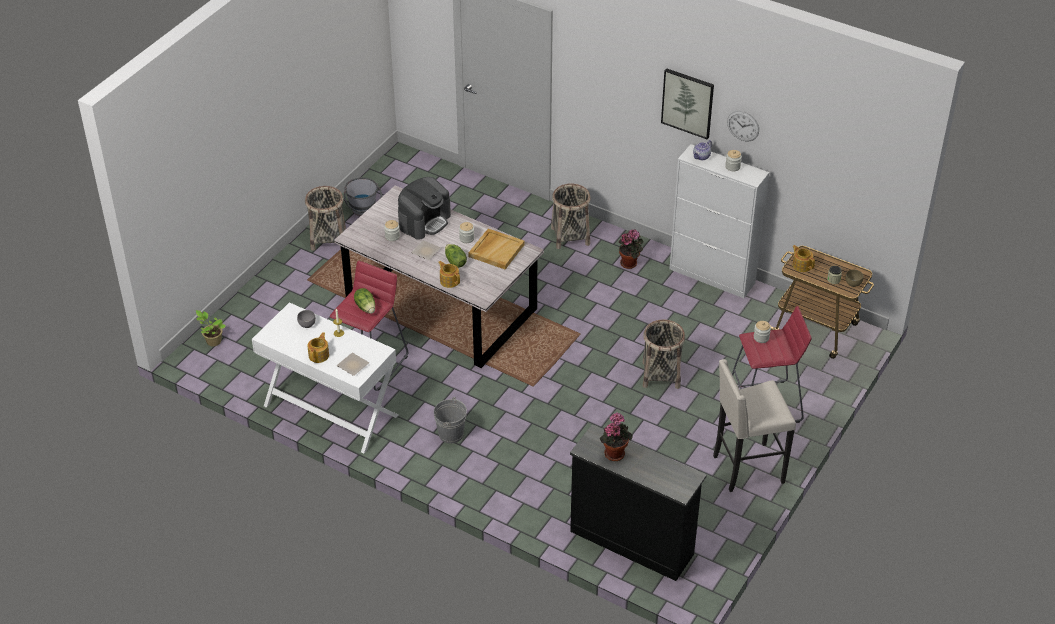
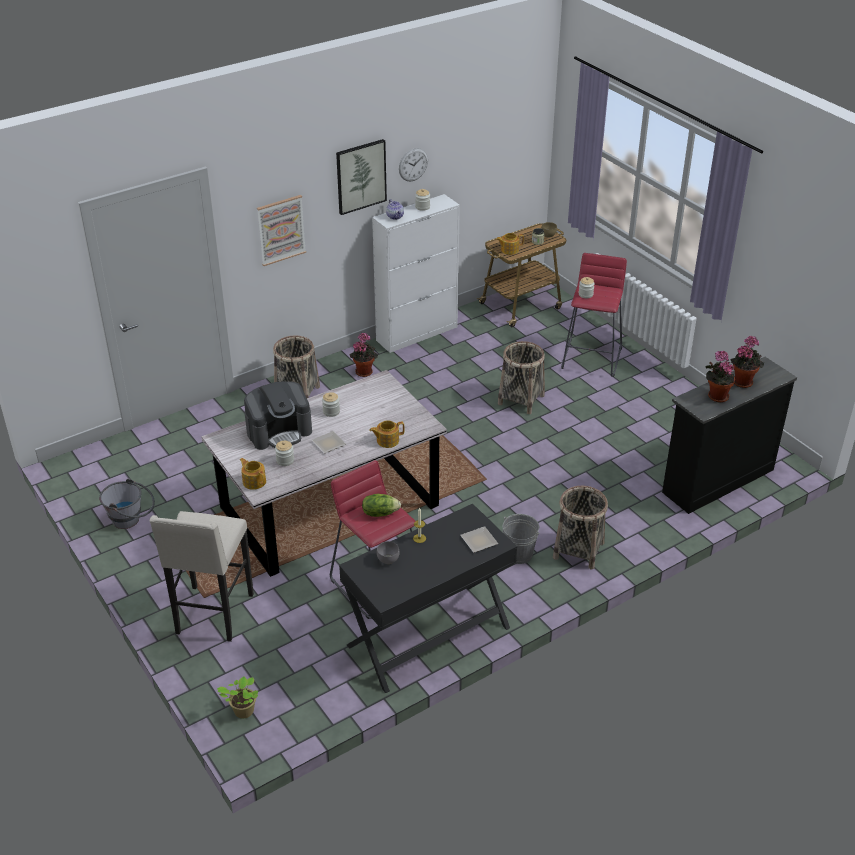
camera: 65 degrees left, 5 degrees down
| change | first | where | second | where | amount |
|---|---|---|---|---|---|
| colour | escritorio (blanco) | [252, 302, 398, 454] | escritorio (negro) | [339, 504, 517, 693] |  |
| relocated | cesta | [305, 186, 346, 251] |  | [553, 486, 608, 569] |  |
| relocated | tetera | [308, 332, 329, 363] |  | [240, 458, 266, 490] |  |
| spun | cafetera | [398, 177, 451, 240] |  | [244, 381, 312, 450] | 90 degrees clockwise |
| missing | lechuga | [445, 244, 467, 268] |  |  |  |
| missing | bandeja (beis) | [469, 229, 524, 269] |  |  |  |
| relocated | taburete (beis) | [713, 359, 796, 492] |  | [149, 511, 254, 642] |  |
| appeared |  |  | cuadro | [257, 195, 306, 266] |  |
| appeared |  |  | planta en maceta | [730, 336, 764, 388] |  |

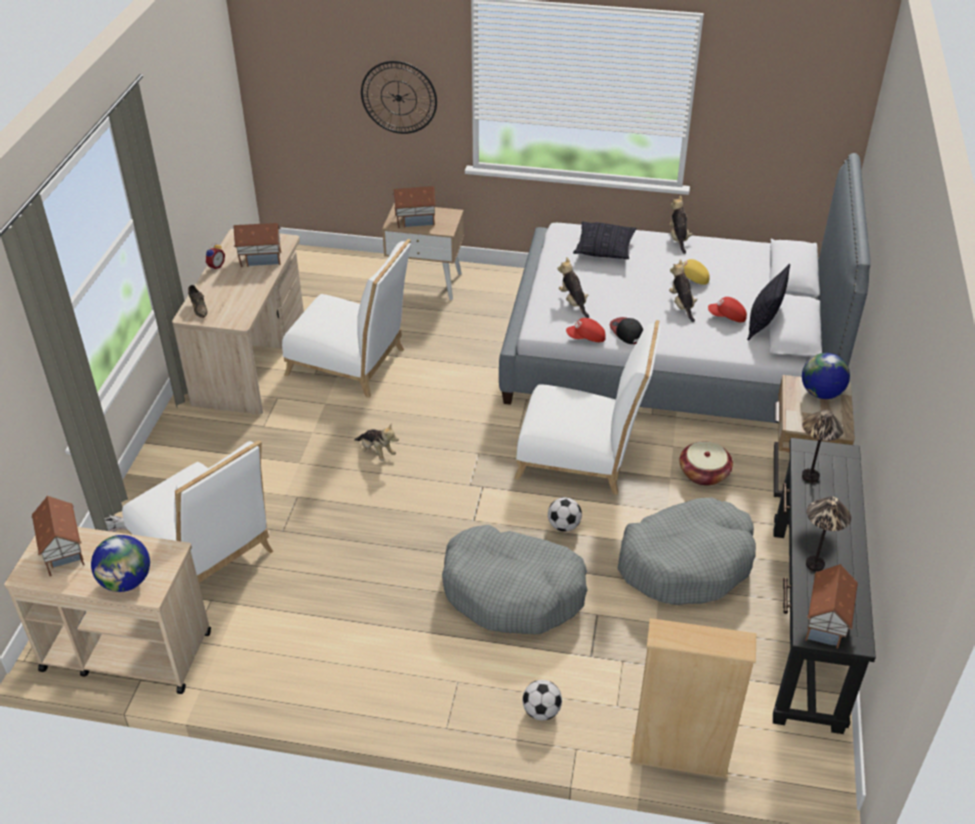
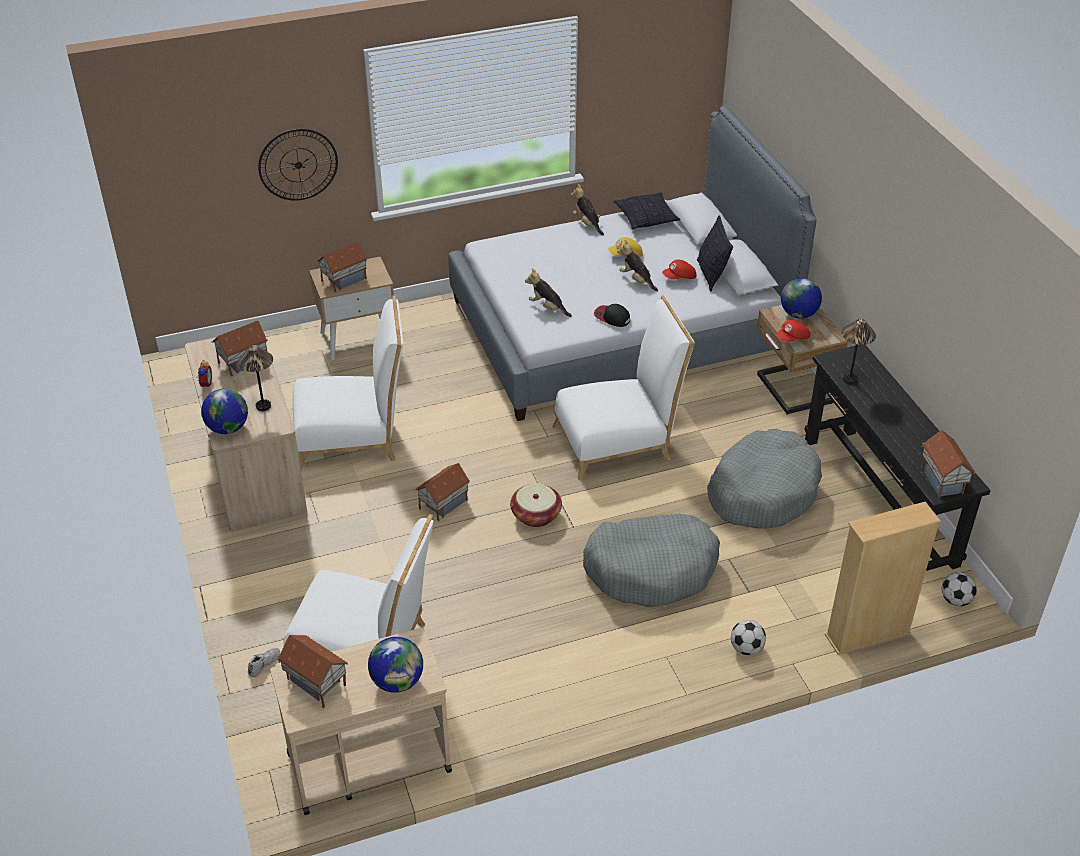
camera: 30 degrees left, 0 degrees up
| change | first | where | second | where | amount |
|---|---|---|---|---|---|
| exchanged | zapato (marrón) | [188, 285, 208, 318] | globo terráqueo | [201, 389, 248, 434] |  |
| exchanged | peluche | [354, 424, 399, 461] | casita | [415, 463, 470, 521] |  |
| relocated | balón de fútbol | [548, 497, 582, 532] |  | [942, 572, 977, 606] |  |
| relocated | gorra (rojo) | [566, 318, 606, 342] |  | [776, 320, 811, 342] |  |
| relocated | cojín | [573, 222, 637, 259] |  | [613, 192, 680, 229] |  |
| relocated | cesta | [679, 442, 733, 486] |  | [510, 483, 562, 527] |  |
| relocated | lámpara de mesa | [806, 496, 851, 572] |  | [238, 345, 273, 411] |  |

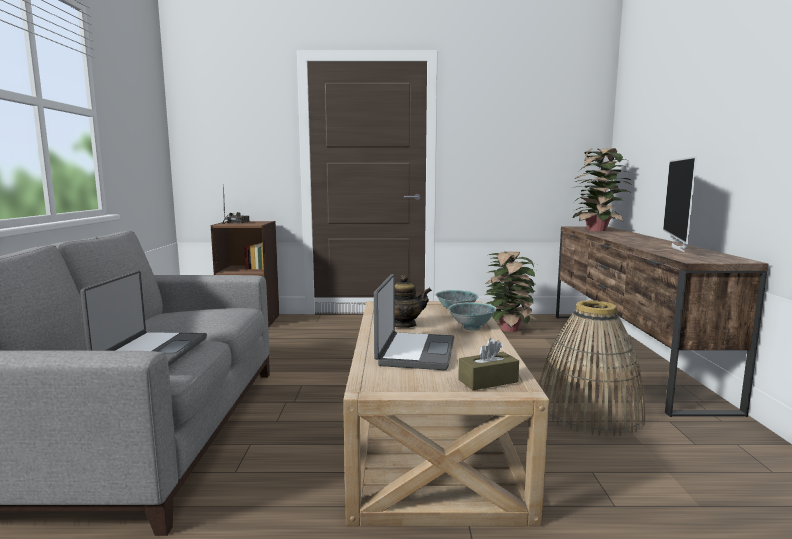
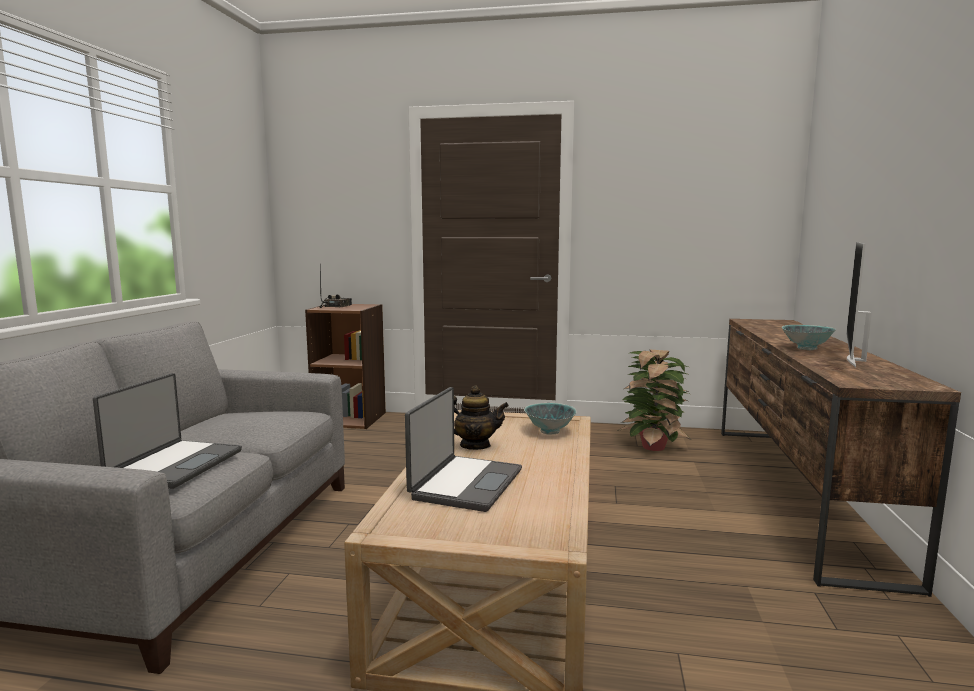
camera: 10 degrees right, 0 degrees up
| change | first | where | second | where | amount |
|---|---|---|---|---|---|
| relocated | cuenco | [448, 302, 497, 331] |  | [782, 325, 836, 350] |  |
| missing | caja de pañuelos (marrón) | [458, 338, 519, 390] |  |  |  |
| missing | cesta | [539, 300, 646, 436] |  |  |  |
| missing | planta en maceta | [573, 148, 633, 231] |  |  |  |

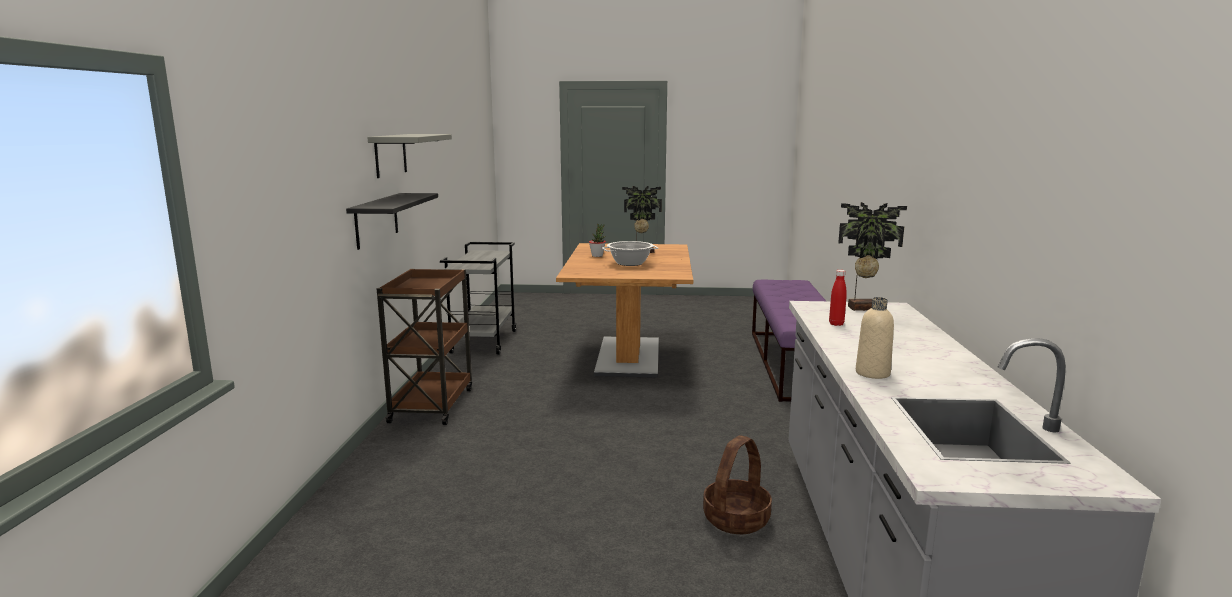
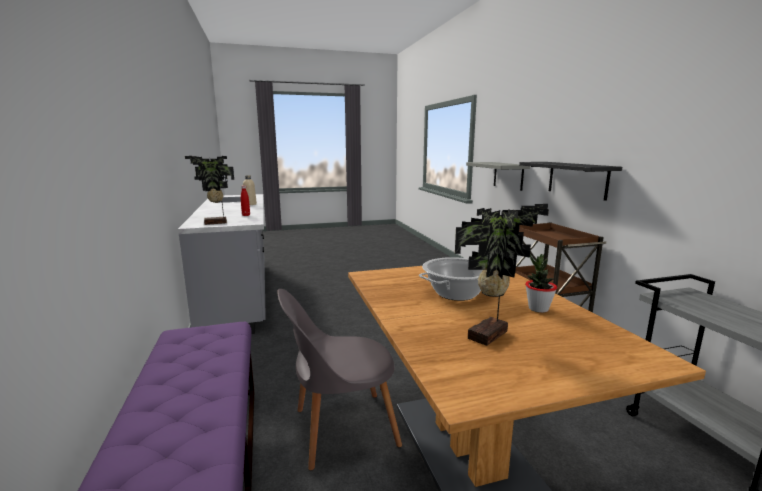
camera: 160 degrees right, 0 degrees up
| change | first | where | second | where | amount |
|---|---|---|---|---|---|
| relocated | estante (gris) | [367, 134, 452, 178] |  | [466, 162, 530, 191] |  |
| missing | cesta | [703, 435, 772, 534] |  |  |  |
| appeared |  |  | silla (gris) | [277, 289, 402, 470] |  |

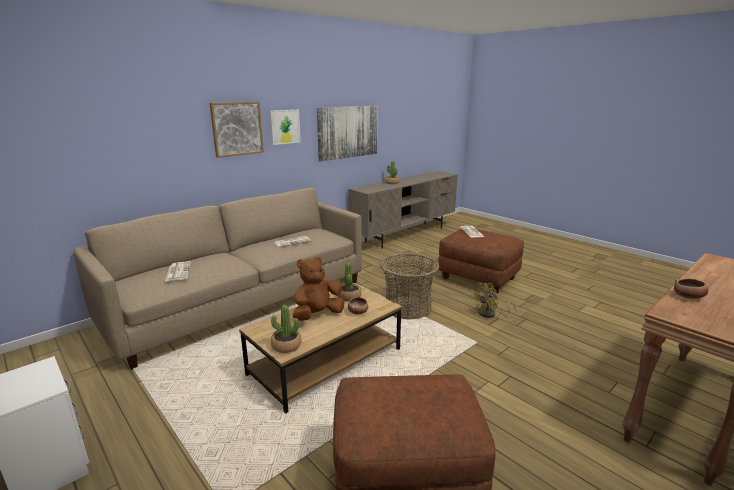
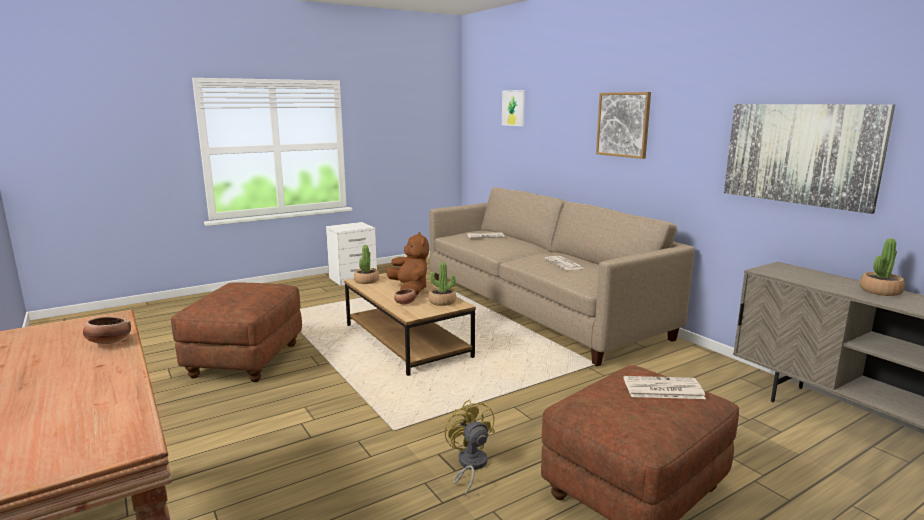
camera: 100 degrees right, 5 degrees down
| change | first | where | second | where | amount |
|---|---|---|---|---|---|
| relocated | cuadro | [270, 110, 301, 145] |  | [502, 90, 525, 126] |  |
| missing | cesta | [380, 253, 439, 319] |  |  |  |

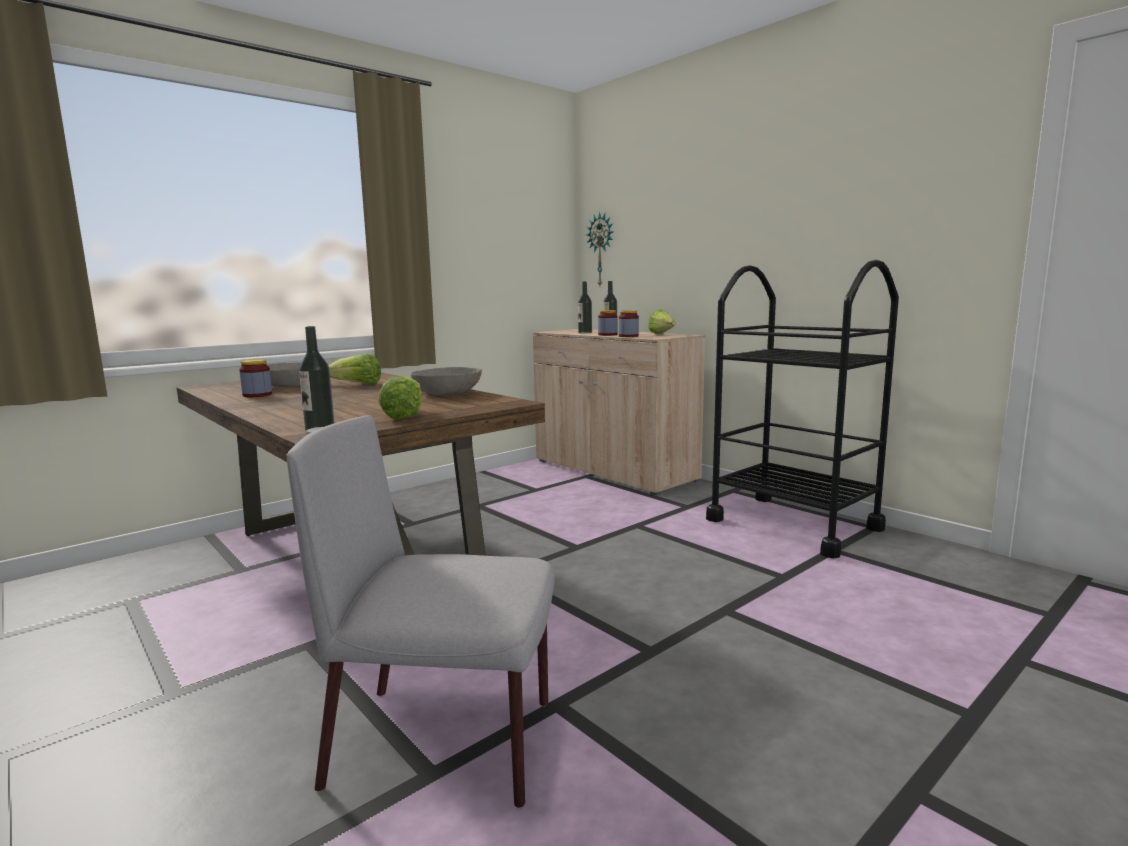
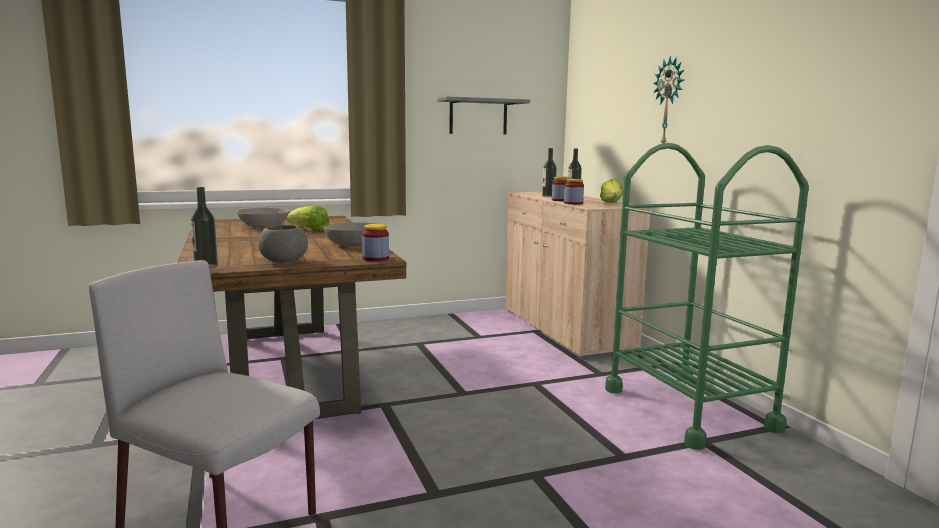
camera: 20 degrees right, 0 degrees up
| change | first | where | second | where | amount |
|---|---|---|---|---|---|
| relocated | tarro | [239, 359, 272, 397] |  | [362, 224, 389, 261] |  |
| exchanged | lechuga | [378, 376, 422, 420] | cuenco (gris) | [258, 225, 308, 263] |  |
| relocated | reloj de pared | [586, 212, 614, 286] |  | [653, 56, 684, 144] |  |
| colour | carrito (negro) | [706, 260, 899, 559] | carrito (verde) | [605, 143, 809, 450] |  |
| appeared |  |  | estante (gris) | [437, 96, 530, 135] |  |

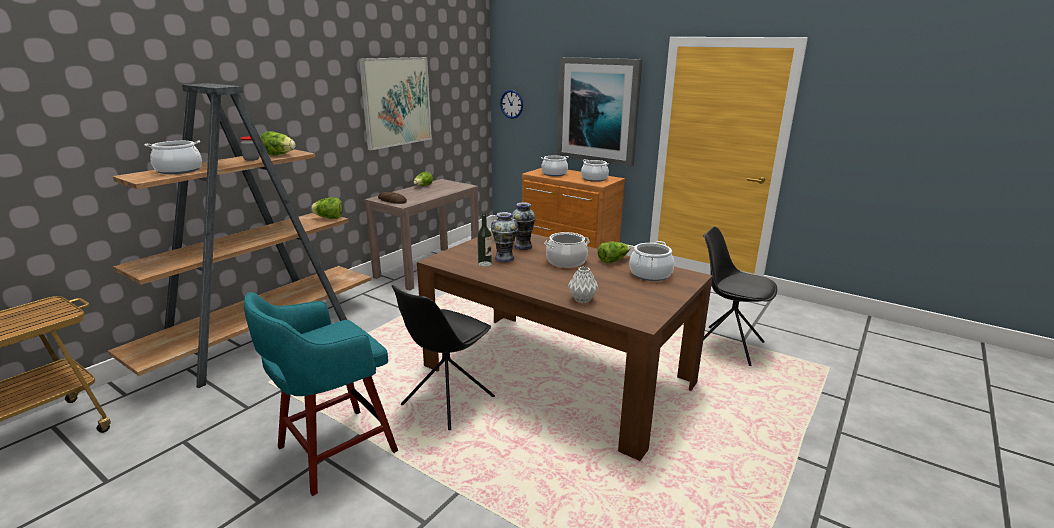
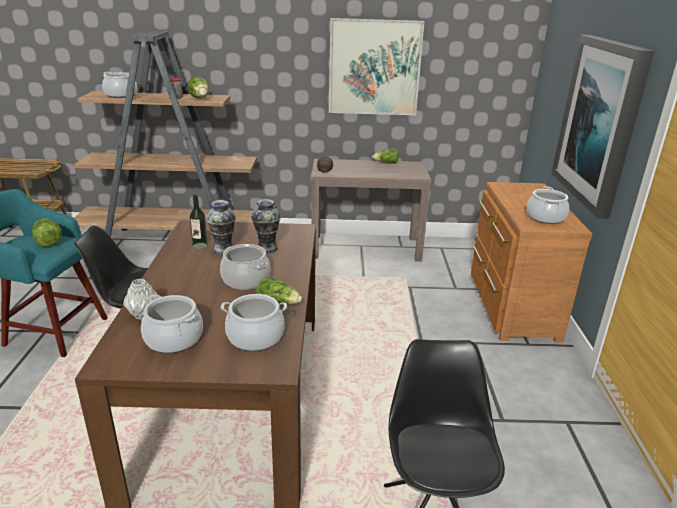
camera: 55 degrees right, 5 degrees up
| change | first | where | second | where | amount |
|---|---|---|---|---|---|
| relocated | lechuga | [311, 197, 343, 219] |  | [32, 218, 62, 247] |  |
| missing | reloj de pared | [500, 90, 523, 119] |  |  |  |
| relocated | olla | [541, 156, 569, 176] |  | [141, 294, 203, 353] |  |

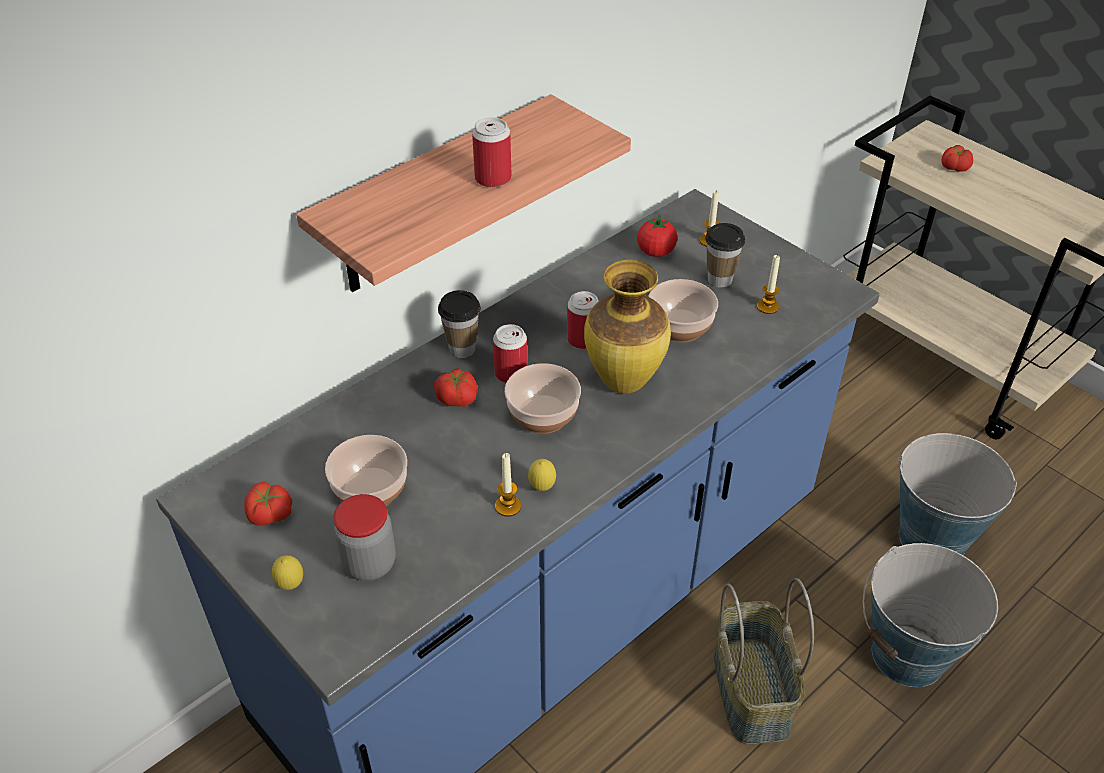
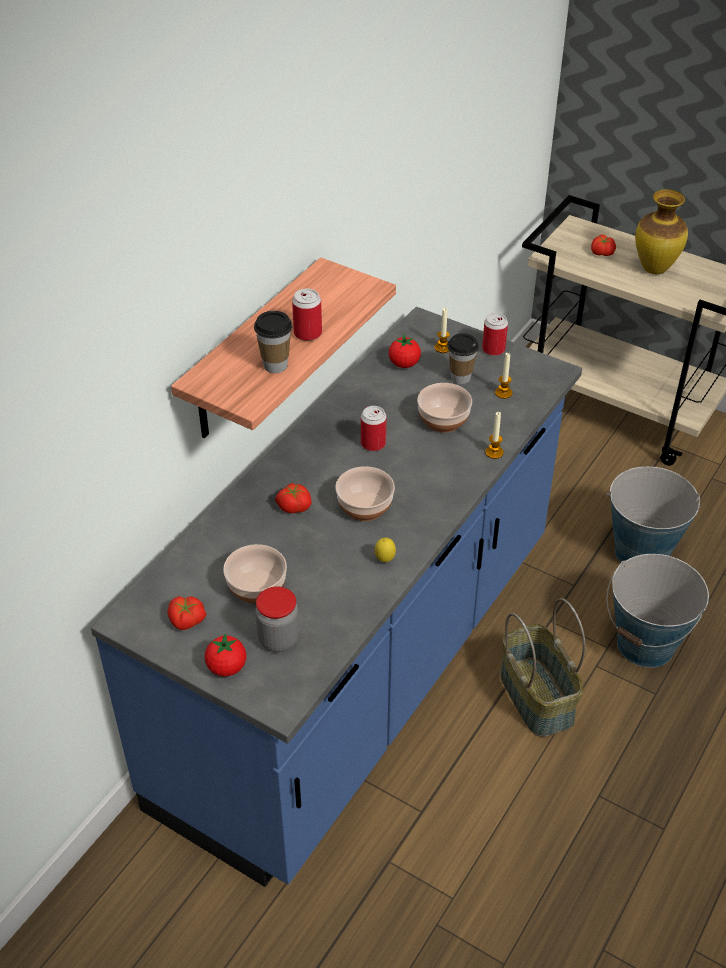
camera: 15 degrees left, 0 degrees up
| change | first | where | second | where | amount |
|---|---|---|---|---|---|
| exchanged | limón | [272, 555, 303, 590] | tomate | [205, 633, 246, 677] |  |
| relocated | taza | [438, 290, 481, 358] |  | [254, 311, 293, 373] |  |
| relocated | lata | [493, 324, 527, 383] |  | [482, 313, 508, 356] |  |
| relocated | vela | [495, 453, 521, 517] |  | [485, 412, 504, 459] |  |
| relocated | florero | [584, 260, 671, 394] |  | [635, 189, 688, 274] |  |

